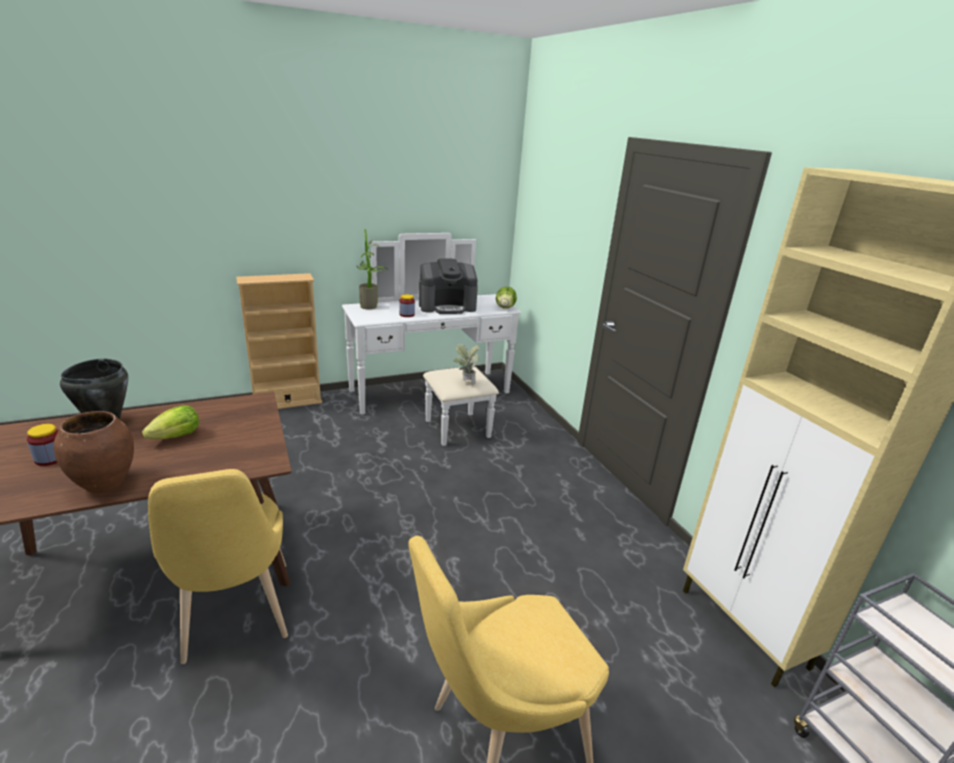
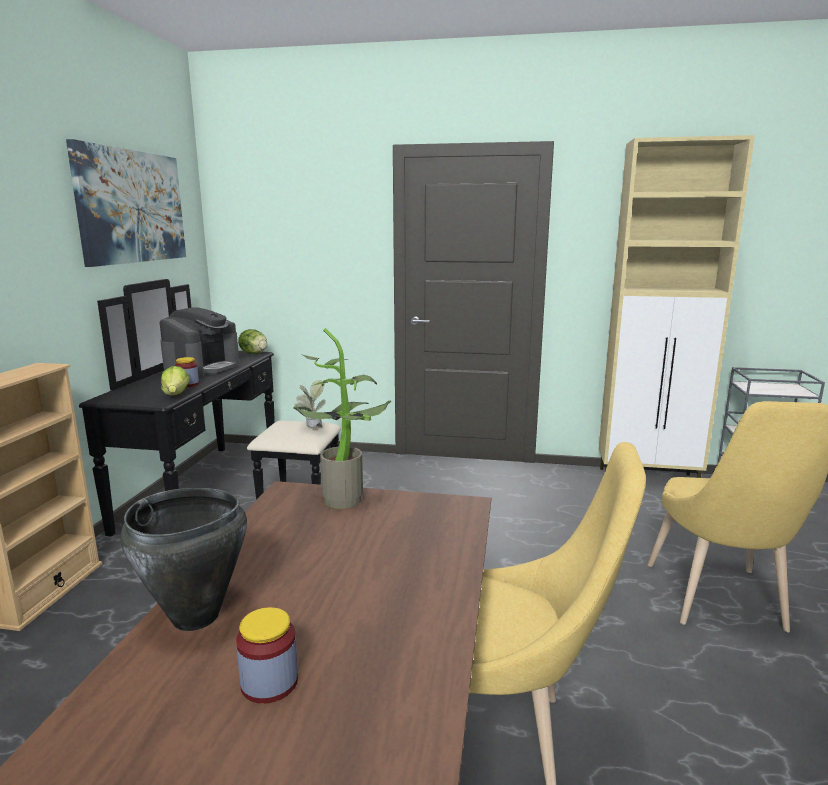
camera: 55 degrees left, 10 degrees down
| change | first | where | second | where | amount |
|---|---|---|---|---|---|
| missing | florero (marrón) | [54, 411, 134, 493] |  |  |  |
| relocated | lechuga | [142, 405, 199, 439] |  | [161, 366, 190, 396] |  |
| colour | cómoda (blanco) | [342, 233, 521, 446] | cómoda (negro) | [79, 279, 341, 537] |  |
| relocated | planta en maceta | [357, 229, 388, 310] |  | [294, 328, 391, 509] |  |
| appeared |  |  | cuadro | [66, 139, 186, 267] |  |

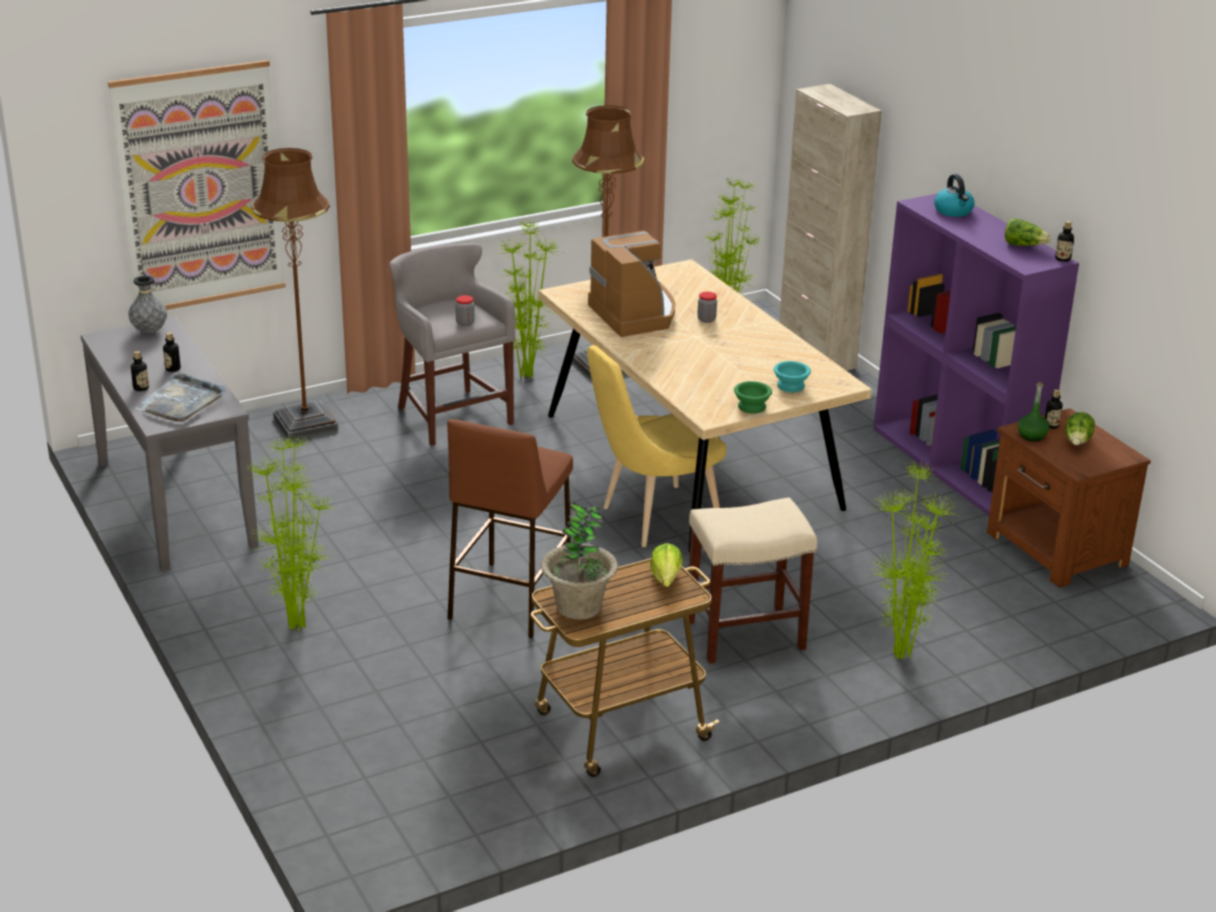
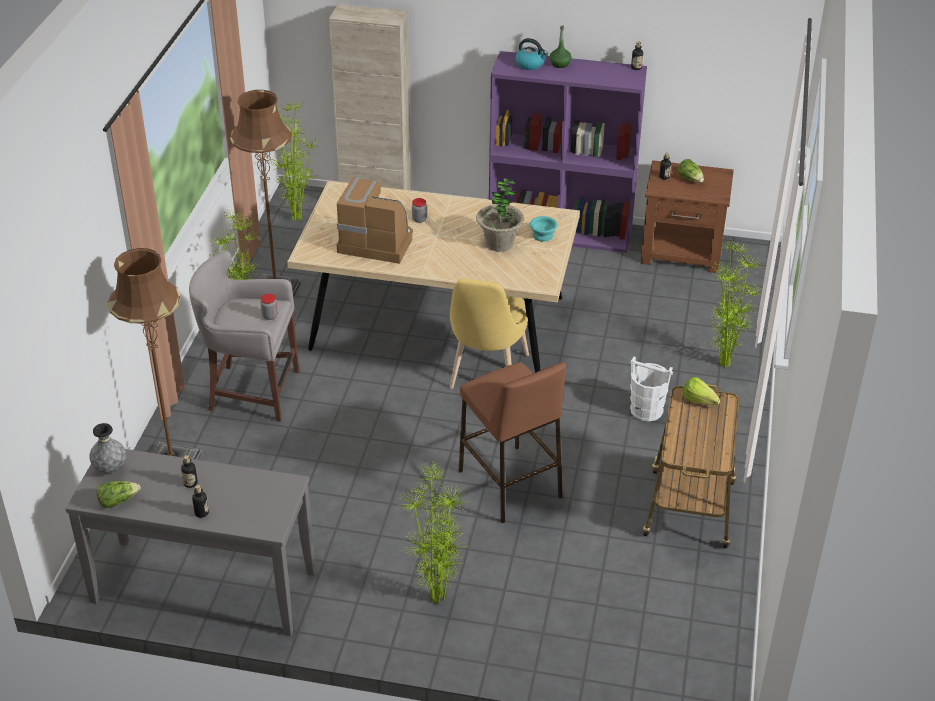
camera: 50 degrees left, 10 degrees up
| change | first | where | second | where | amount |
|---|---|---|---|---|---|
| missing | cuadro | [108, 60, 286, 310] |  |  |  |
| missing | bandeja (gris) | [135, 373, 226, 422] |  |  |  |
| relocated | planta en maceta | [541, 502, 618, 619] |  | [476, 178, 524, 252] |  |
| exchanged | taburete (beis) | [689, 498, 817, 664] | cubo (blanco) | [630, 357, 673, 421] |  |
| missing | cuenco (verde) | [734, 381, 772, 414] |  |  |  |
| relocated | lechuga | [1005, 218, 1051, 246] |  | [96, 481, 141, 508] |  |
| relocated | botella (verde) | [1018, 383, 1050, 441] |  | [550, 26, 572, 68] |  |

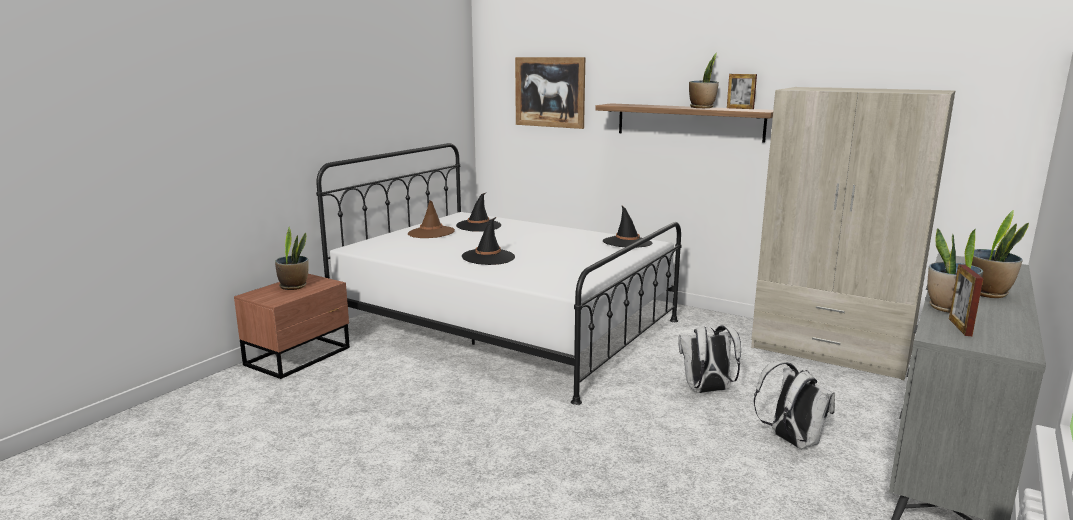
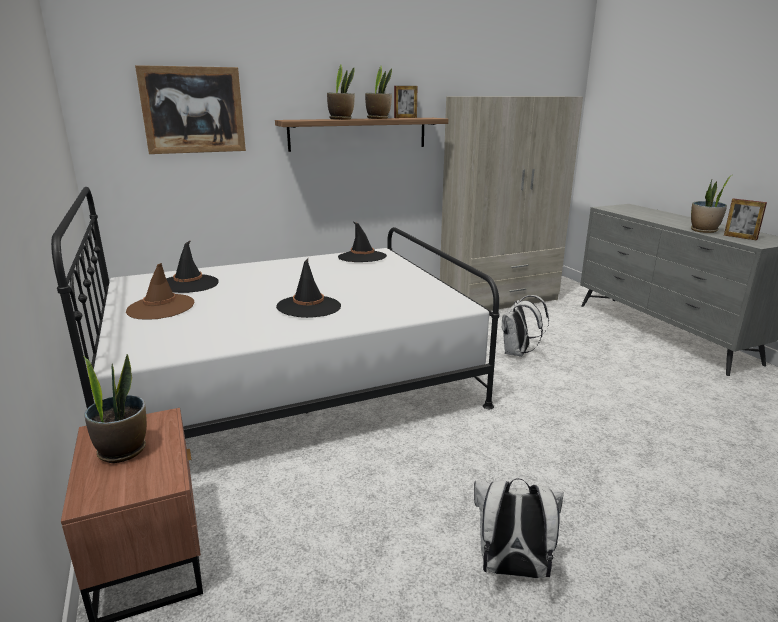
camera: 55 degrees left, 5 degrees up
| change | first | where | second | where | amount |
|---|---|---|---|---|---|
| relocated | mochila (blanco) | [754, 361, 835, 449] |  | [474, 478, 564, 578] |  |
| relocated | planta en maceta | [972, 210, 1029, 298] |  | [327, 65, 355, 120] |  |

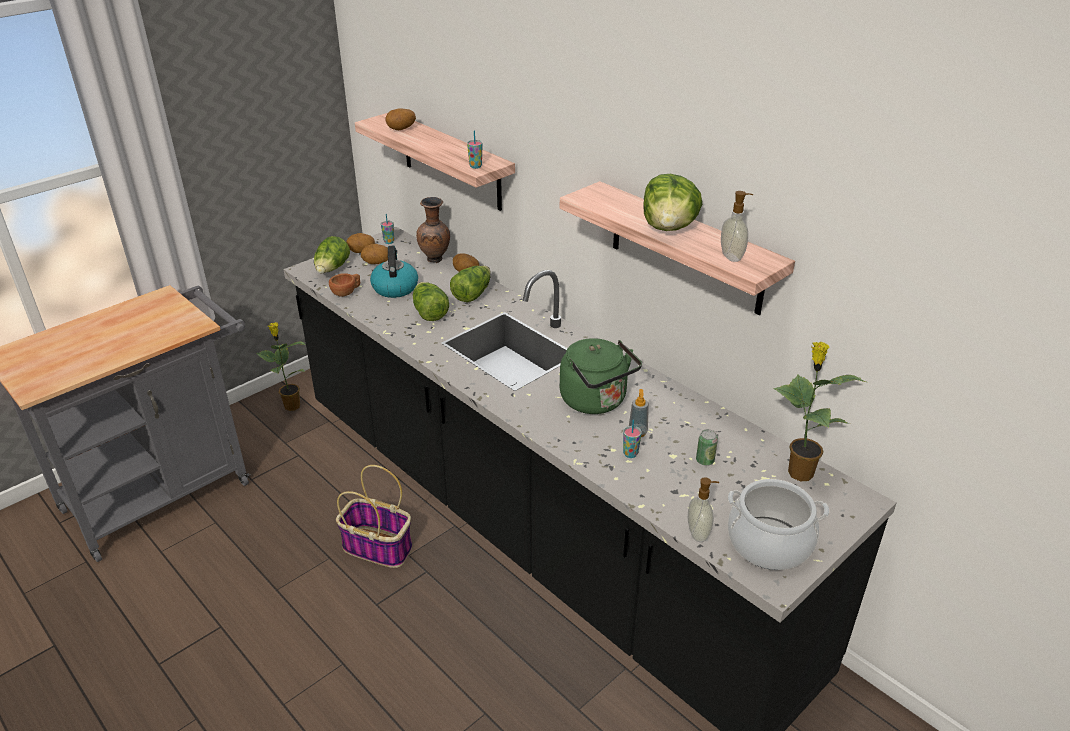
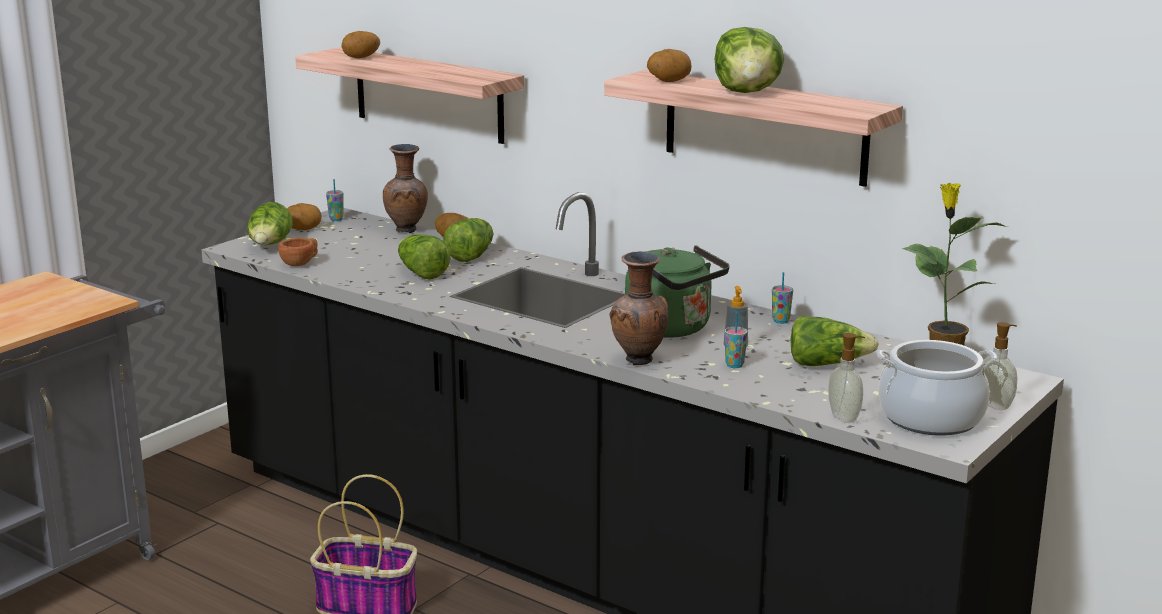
camera: 10 degrees left, 15 degrees down
| change | first | where | second | where | amount |
|---|---|---|---|---|---|
| missing | planta en maceta | [256, 322, 306, 411] |  |  |  |
| relocated | patata | [361, 244, 388, 264] |  | [647, 49, 691, 82] |  |
| missing | hervidor | [370, 246, 418, 298] |  |  |  |
| relocated | taza | [467, 130, 483, 169] |  | [772, 272, 793, 324] |  |
| exchanged | lata | [696, 429, 718, 466] | lechuga | [790, 316, 879, 366] |  |
| relocated | dispensador de jabón | [721, 191, 753, 262] |  | [984, 322, 1018, 410] |  |
| appeared |  |  | florero (marrón) | [610, 251, 668, 366] |  |

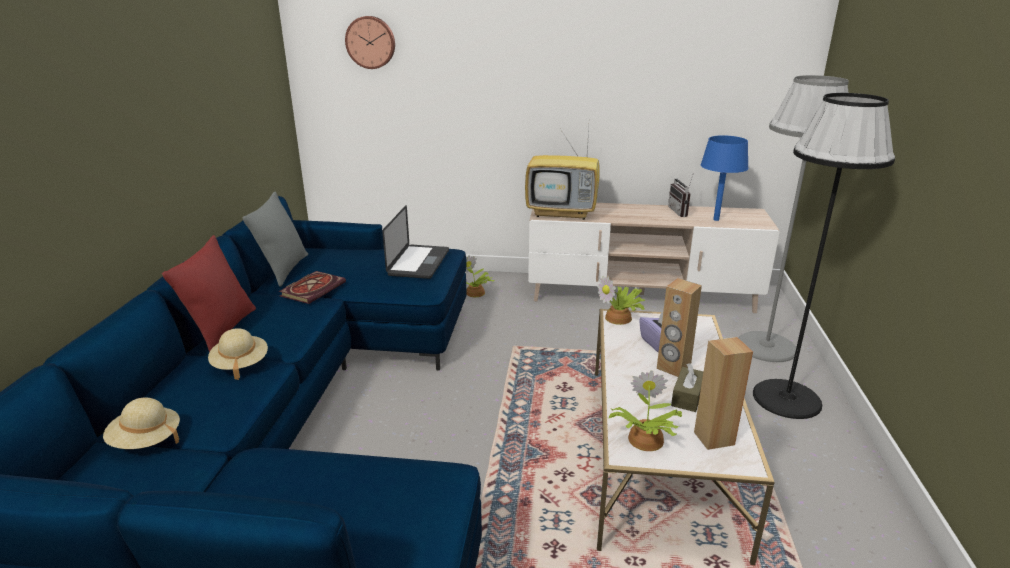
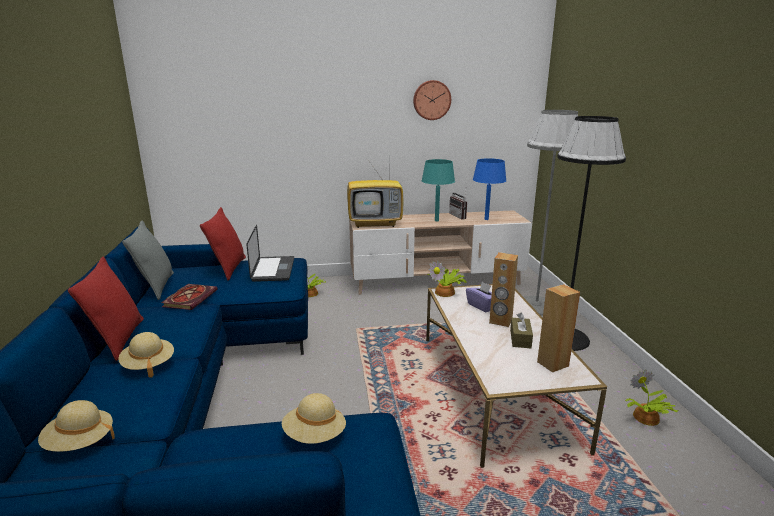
camera: 15 degrees left, 5 degrees down
| change | first | where | second | where | amount |
|---|---|---|---|---|---|
| relocated | reloj de pared | [345, 16, 395, 69] |  | [413, 80, 451, 120] |  |
| relocated | planta en maceta | [609, 370, 682, 451] |  | [625, 370, 679, 426] |  |
| appeared |  |  | cojín (rojo) | [200, 207, 246, 281] |  |
| appeared |  |  | sombrero (beis) | [282, 393, 346, 444] |  |
| appeared |  |  | lámpara de mesa (turquesa) | [422, 159, 455, 221] |  |

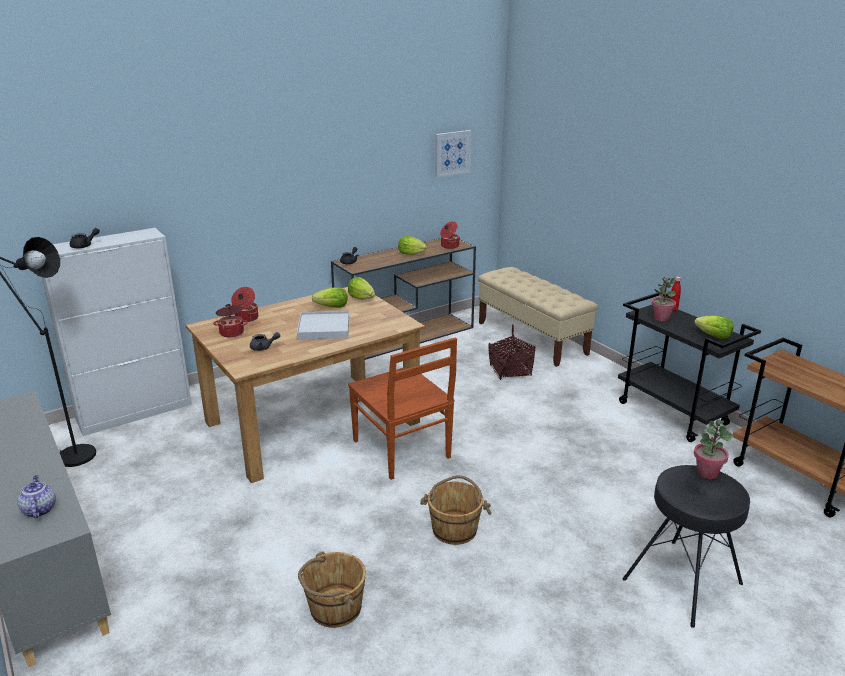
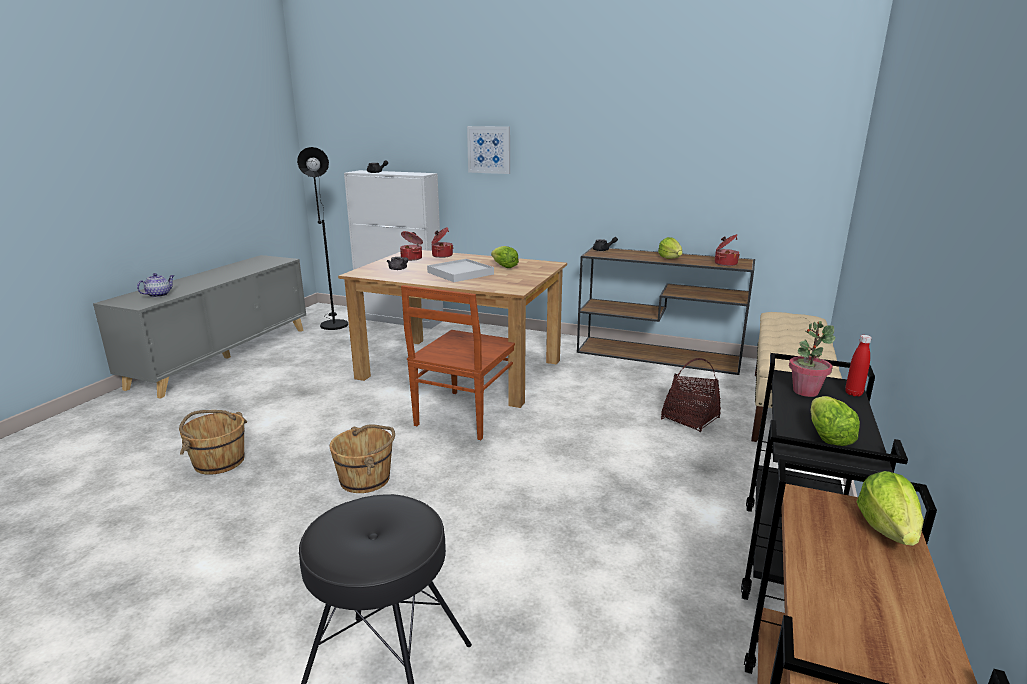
camera: 55 degrees right, 5 degrees down
| change | first | where | second | where | amount |
|---|---|---|---|---|---|
| relocated | lechuga | [348, 277, 375, 300] |  | [857, 471, 924, 546] |  |
| relocated | cuadro | [435, 130, 472, 178] |  | [467, 126, 510, 174] |  |
| missing | planta en maceta | [694, 420, 733, 479] |  |  |  |

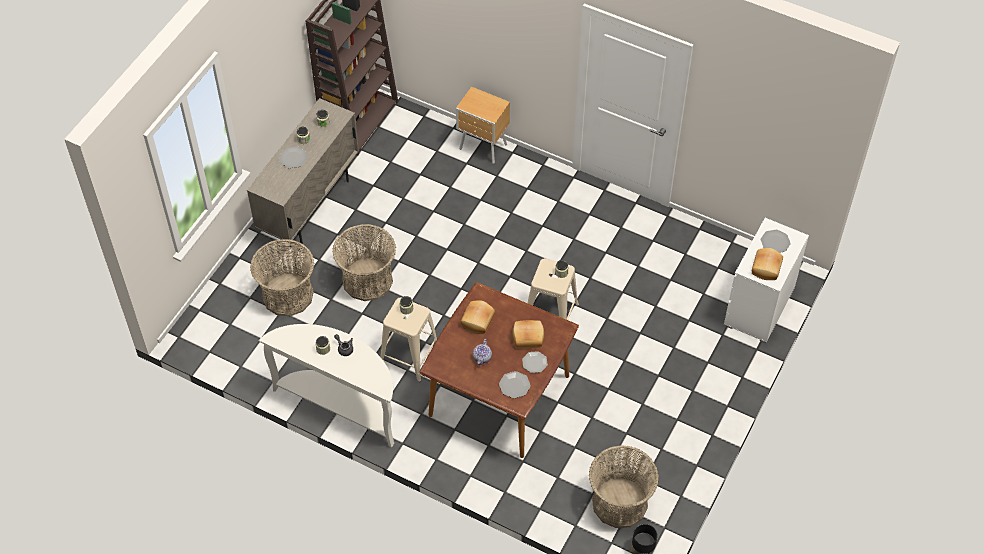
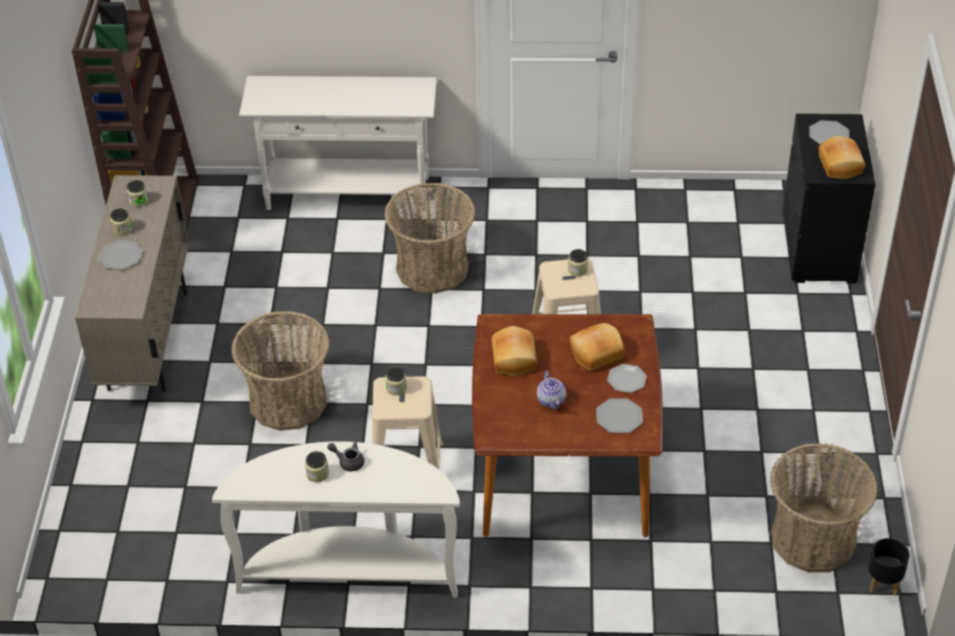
camera: 25 degrees left, 10 degrees down
| change | first | where | second | where | amount |
|---|---|---|---|---|---|
| relocated | cesta | [250, 239, 314, 316] |  | [384, 182, 476, 294] |  |
| exchanged | mesita de noche (marrón) | [456, 86, 510, 164] | mesa consola (blanco) | [239, 76, 437, 211] |  |
| colour | cómoda (blanco) | [724, 218, 809, 343] | cómoda (negro) | [783, 114, 876, 284] |  |

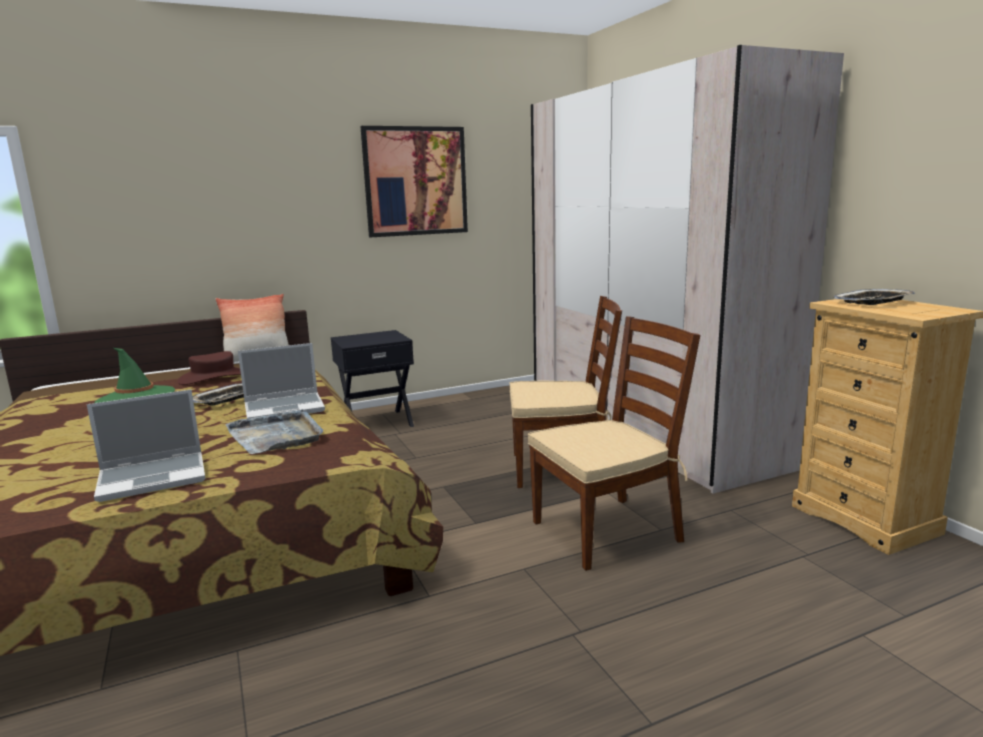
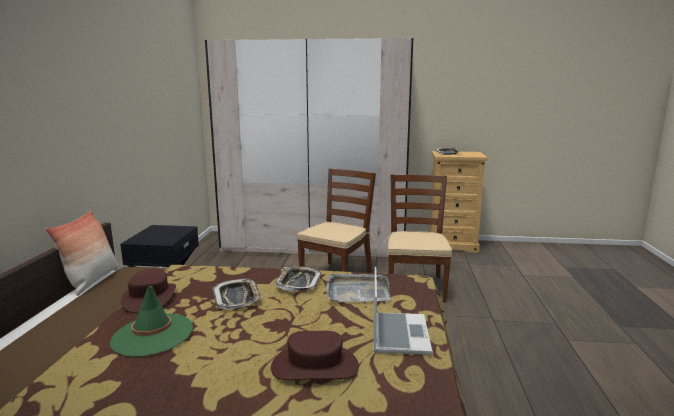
camera: 60 degrees left, 0 degrees up
| change | first | where | second | where | amount |
|---|---|---|---|---|---|
| exchanged | portátil | [238, 343, 325, 419] | bandeja | [275, 266, 321, 291] |  |
| missing | cuadro | [360, 126, 468, 237] |  |  |  |
| appeared |  |  | sombrero (marrón) | [271, 331, 359, 380] |  |

